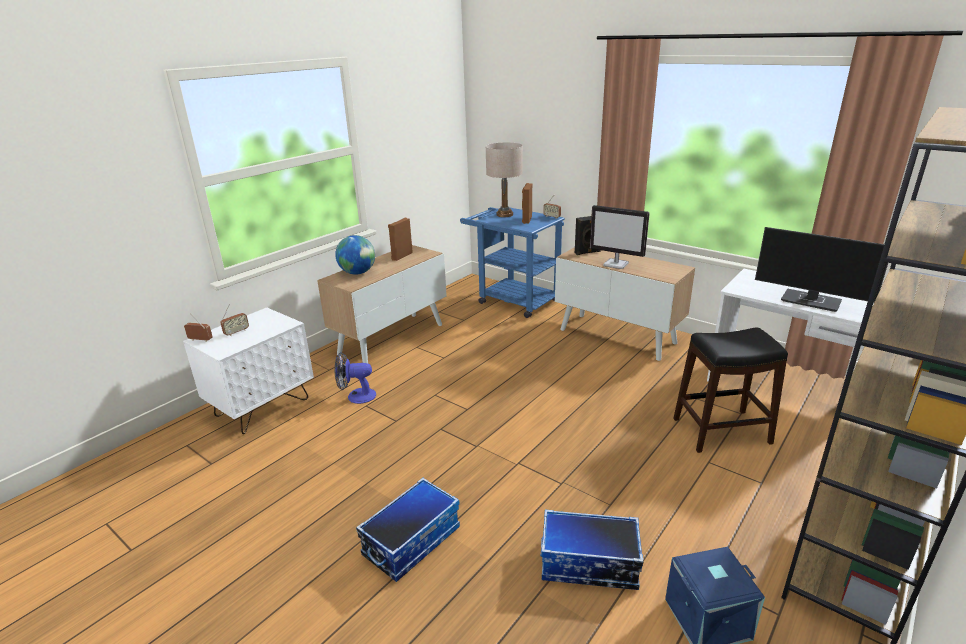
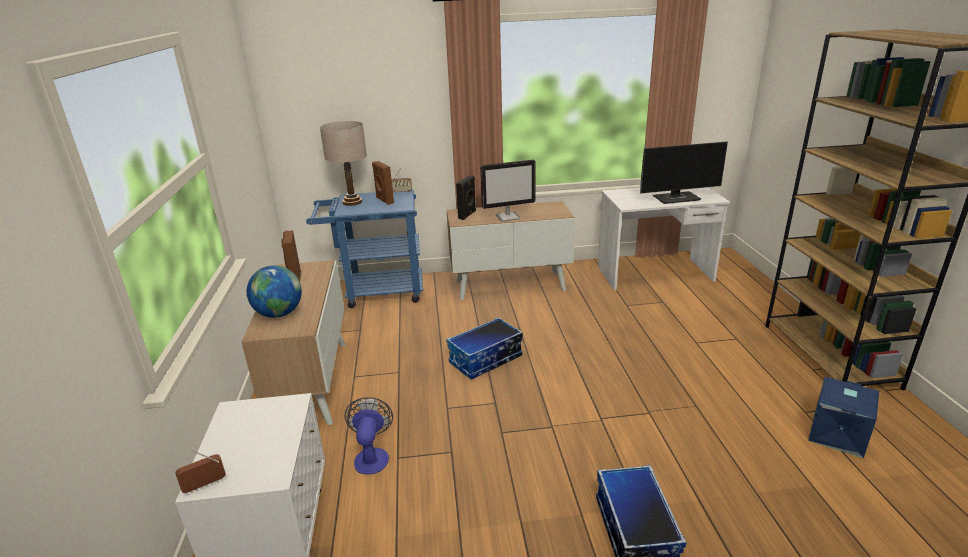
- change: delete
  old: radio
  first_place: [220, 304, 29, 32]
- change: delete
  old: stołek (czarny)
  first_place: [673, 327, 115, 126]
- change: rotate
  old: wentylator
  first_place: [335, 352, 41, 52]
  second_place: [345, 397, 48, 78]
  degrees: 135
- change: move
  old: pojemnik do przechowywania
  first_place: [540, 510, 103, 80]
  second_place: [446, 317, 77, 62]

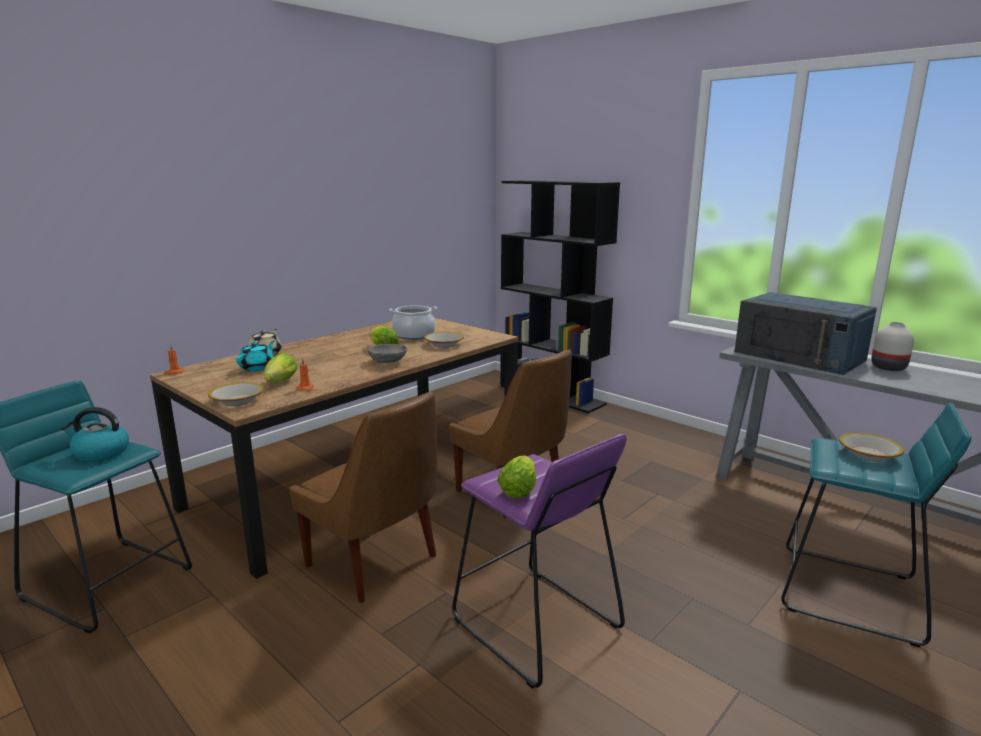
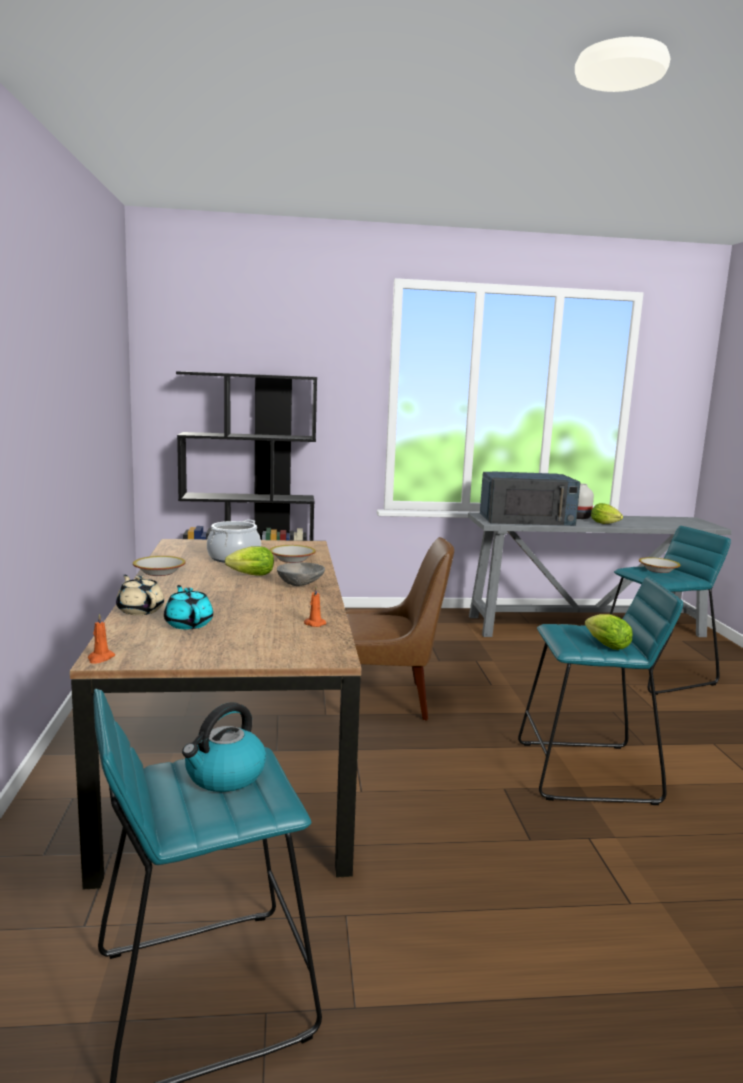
- change: move
  old: sałata
  first_place: [264, 353, 33, 30]
  second_place: [591, 503, 32, 21]
- change: move
  old: miska
  first_place: [208, 382, 56, 24]
  second_place: [133, 556, 53, 20]
- change: delete
  old: krzesło (brązowy)
  first_place: [289, 391, 148, 212]
- change: recolor
  old: stołek (fioletowy)
  new: stołek (turkusowy)
  first_place: [452, 434, 175, 255]
  second_place: [518, 576, 165, 229]

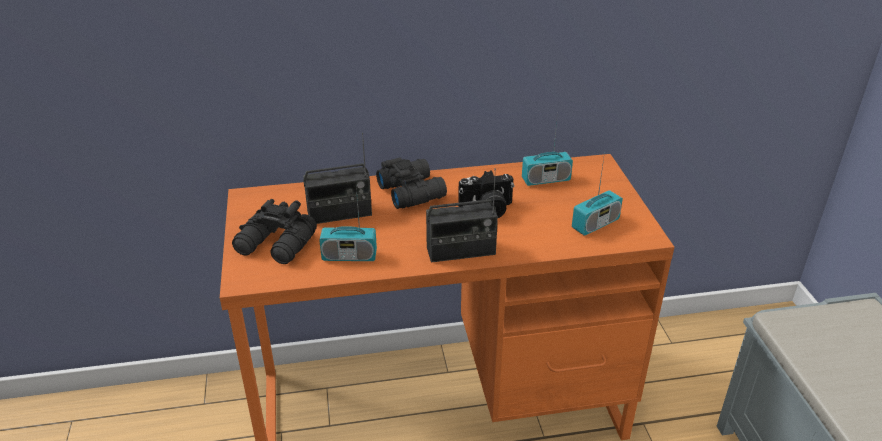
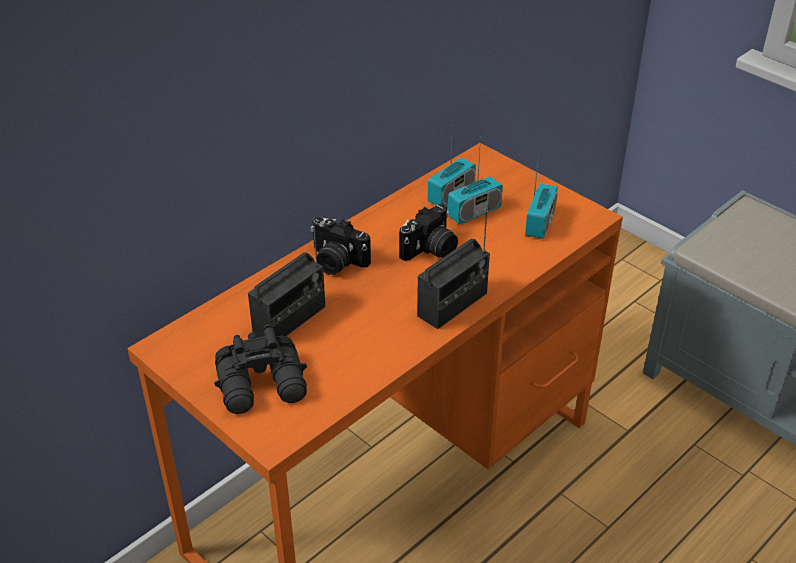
- change: replace
  old: lornetka (czarny)
  new: aparat fotograficzny
  first_place: [376, 158, 71, 51]
  second_place: [311, 217, 60, 58]
- change: move
  old: radio
  first_place: [319, 187, 58, 74]
  second_place: [448, 136, 55, 88]

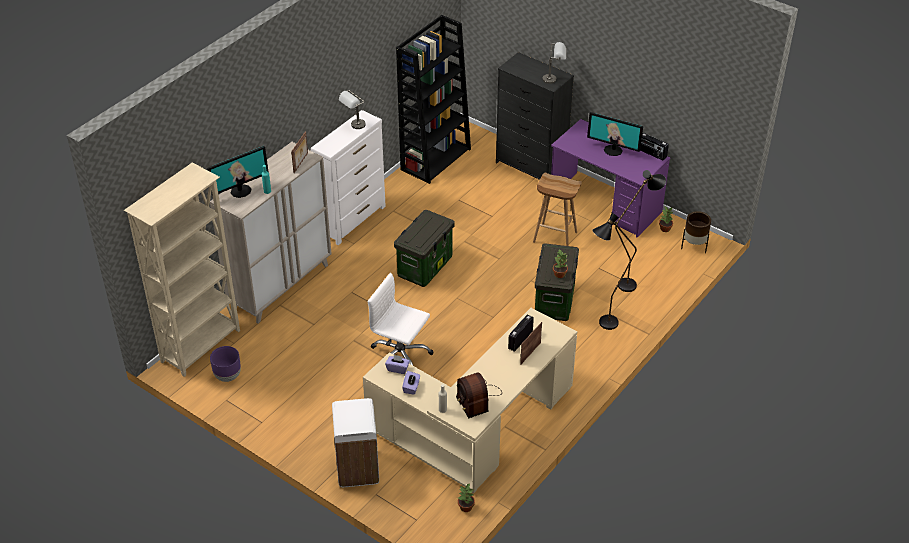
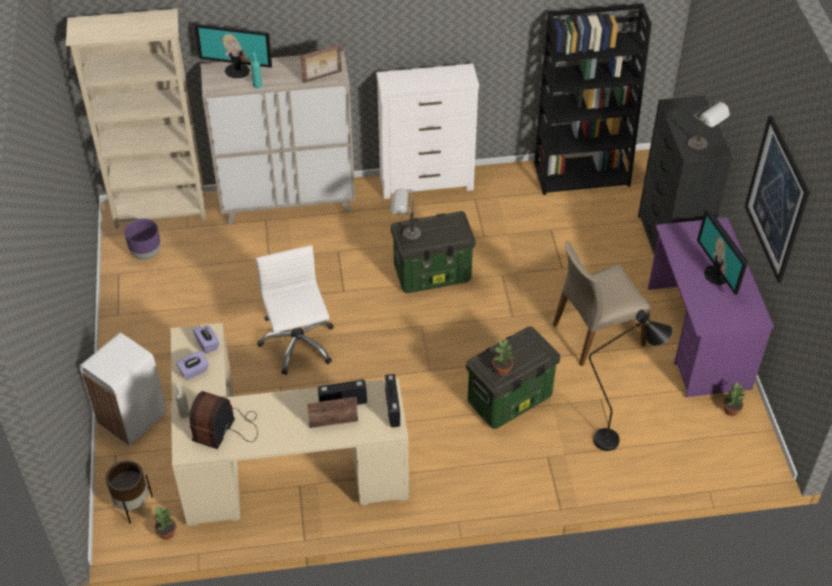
- change: move
  old: lampa stołowa (szary)
  first_place: [339, 90, 27, 39]
  second_place: [391, 188, 30, 54]
- change: move
  old: radio
  first_place: [640, 133, 29, 27]
  second_place: [385, 374, 15, 53]
- change: replace
  old: stołek (brązowy)
  new: krzesło (beżowy)
  first_place: [533, 173, 49, 73]
  second_place: [553, 241, 98, 125]
- change: move
  old: donica (brązowy)
  first_place: [681, 211, 30, 42]
  second_place: [106, 460, 47, 64]
- change: delete
  old: lampa stojąca (czarny)
  first_place: [593, 213, 44, 117]
- change: insert
  new: obraz
  second_place: [745, 115, 65, 168]

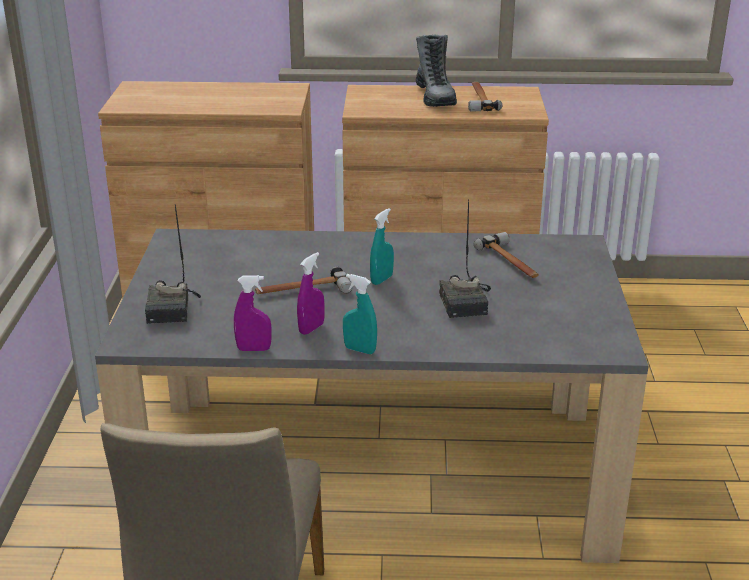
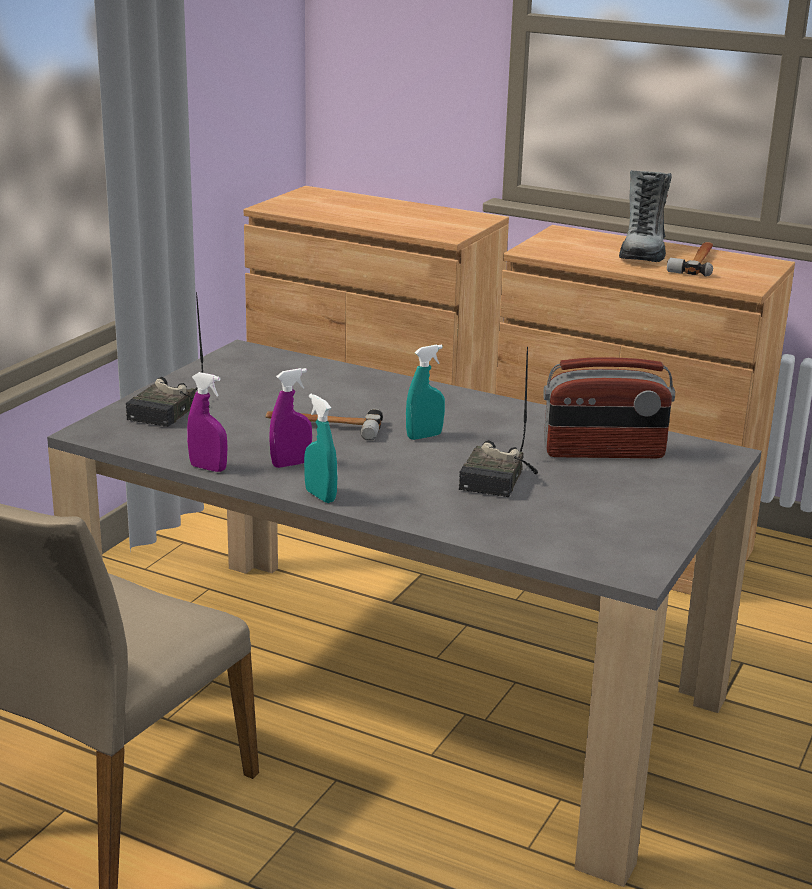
- change: replace
  old: młotek
  new: radio
  first_place: [474, 232, 65, 46]
  second_place: [543, 357, 132, 101]

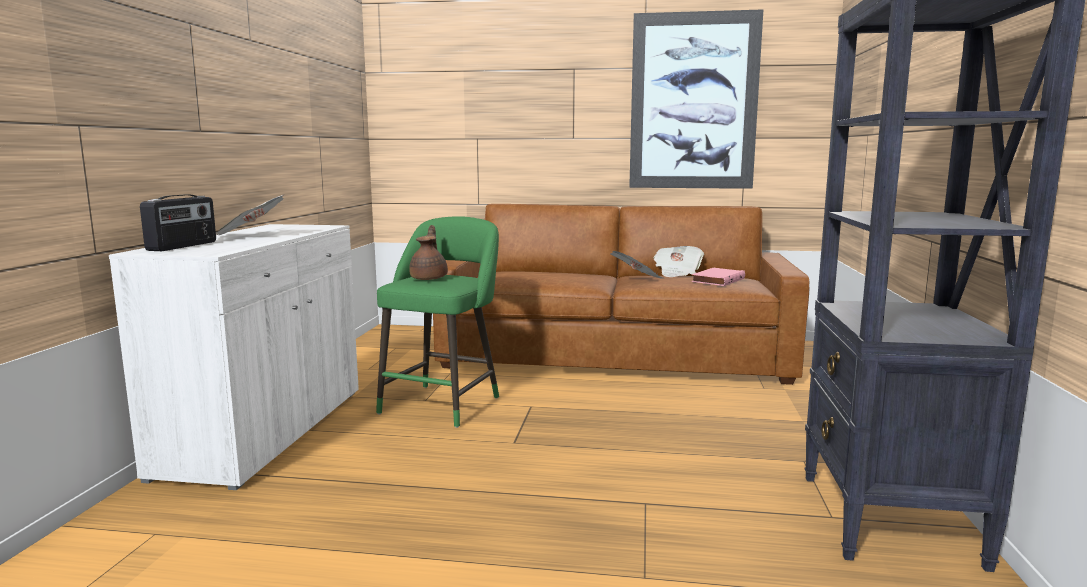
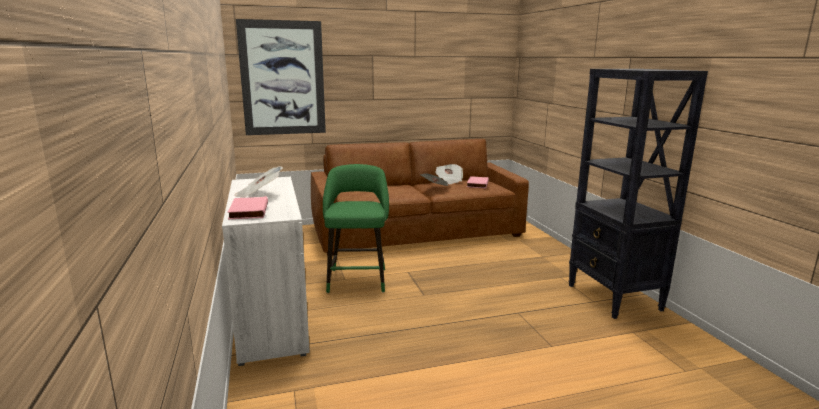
- change: move
  old: obraz
  first_place: [629, 9, 135, 180]
  second_place: [236, 19, 90, 116]
- change: replace
  old: radio
  new: książka (różowy)
  first_place: [140, 195, 76, 56]
  second_place: [228, 196, 40, 23]
- change: delete
  old: imbryk (brązowy)
  first_place: [409, 225, 39, 55]

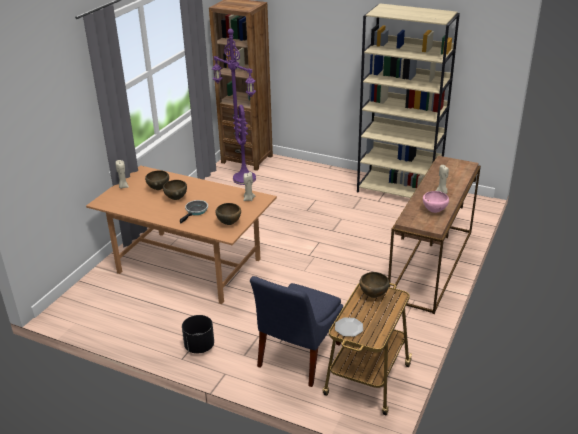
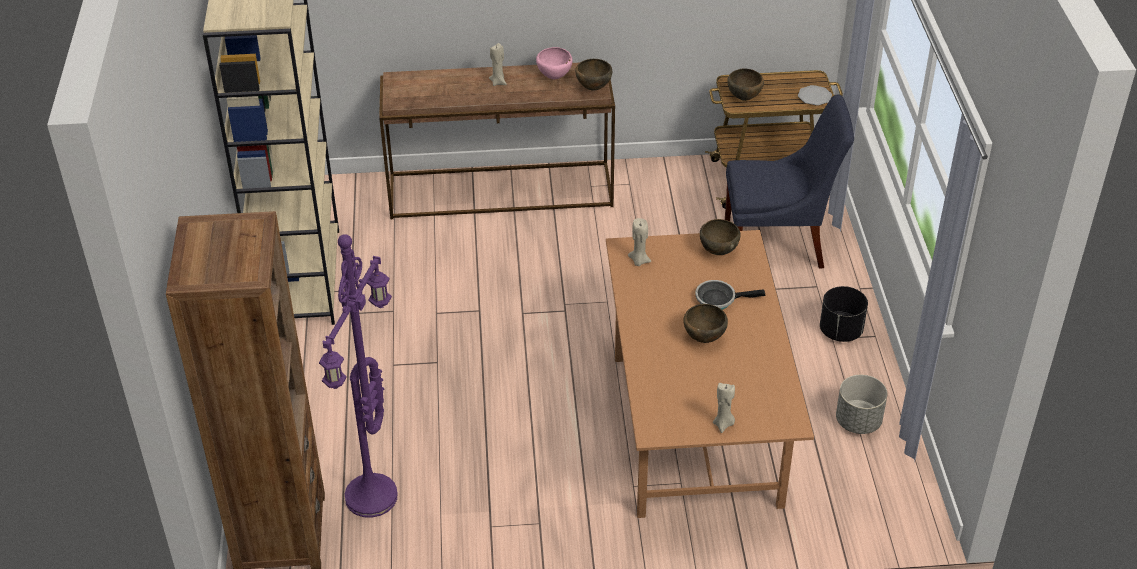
- change: move
  old: miska (brązowy)
  first_place: [145, 170, 24, 20]
  second_place: [575, 59, 37, 32]
- change: insert
  new: donica (szary)
  second_place: [836, 375, 51, 59]

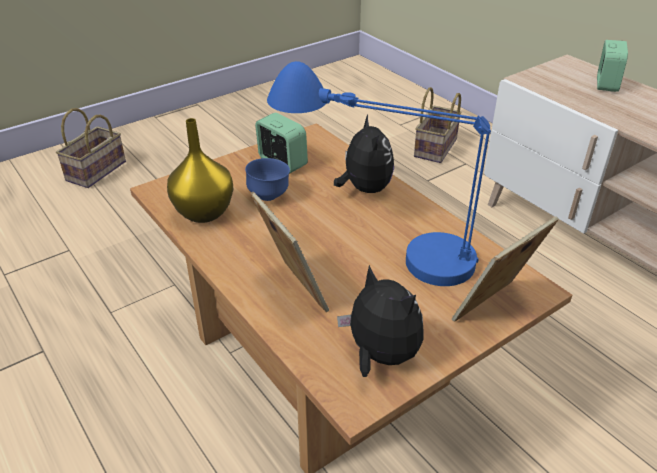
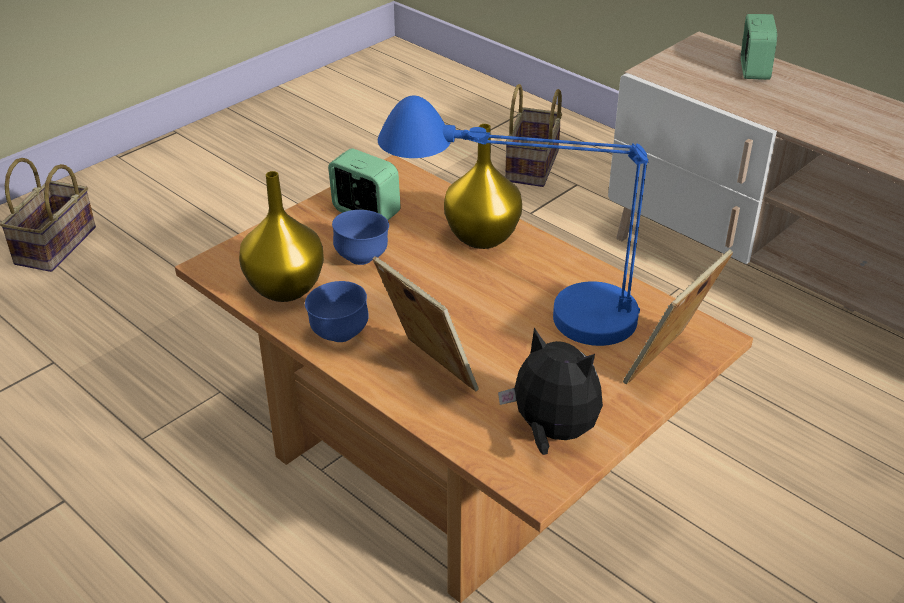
- change: replace
  old: pluszak
  new: wazon (żółty)
  first_place: [334, 115, 60, 78]
  second_place: [444, 124, 78, 125]
- change: insert
  new: miska (niebieski)
  second_place: [305, 281, 64, 61]

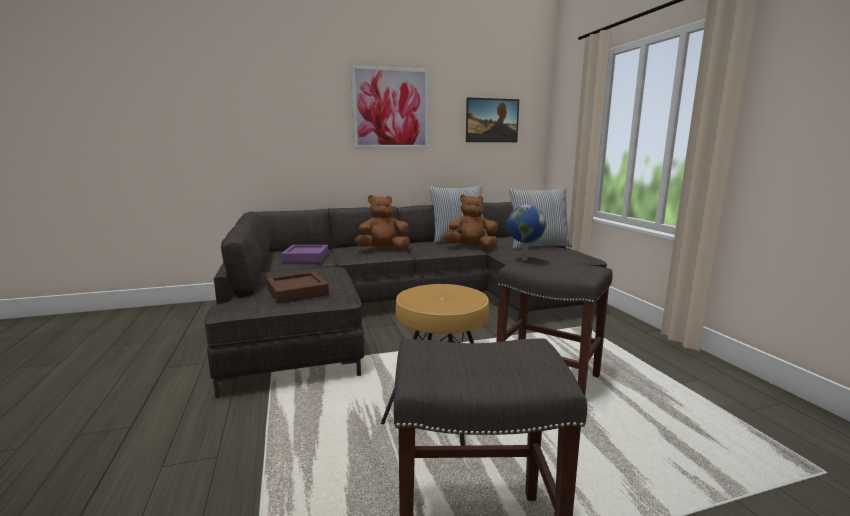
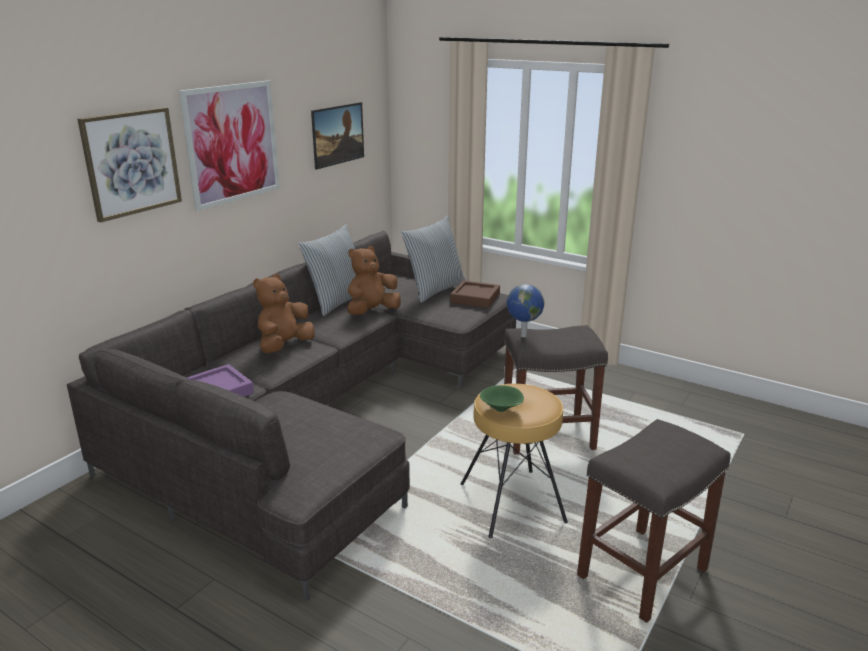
- change: move
  old: taca (brązowy)
  first_place: [266, 272, 63, 31]
  second_place: [450, 280, 50, 28]
- change: insert
  new: obraz
  second_place: [77, 107, 105, 115]
- change: insert
  new: miska (zielony)
  second_place: [480, 385, 44, 27]

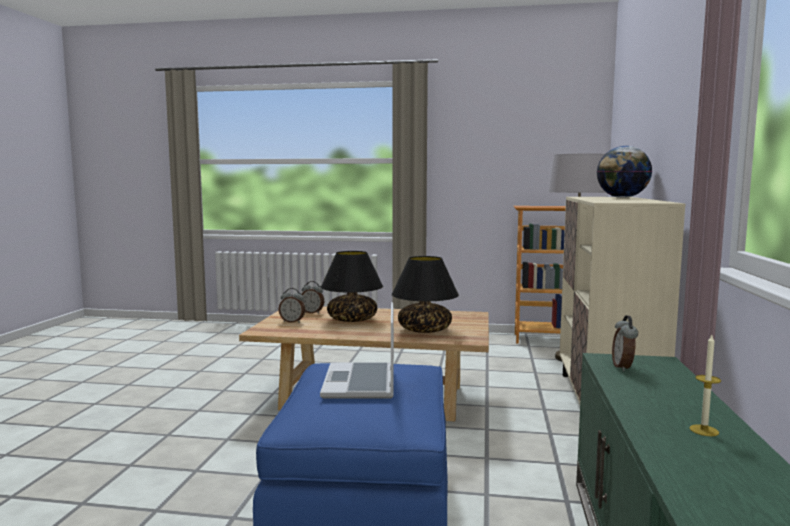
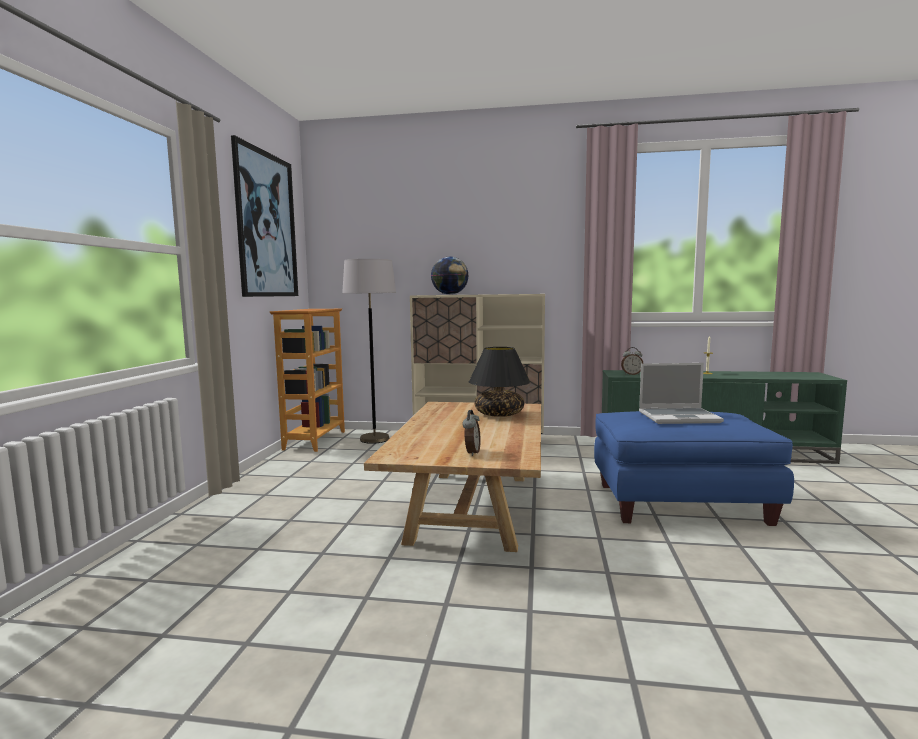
- change: delete
  old: lampa stołowa (czarny)
  first_place: [321, 251, 62, 71]
- change: delete
  old: budzik
  first_place: [302, 281, 22, 33]
- change: insert
  new: obraz
  second_place: [231, 135, 67, 162]

